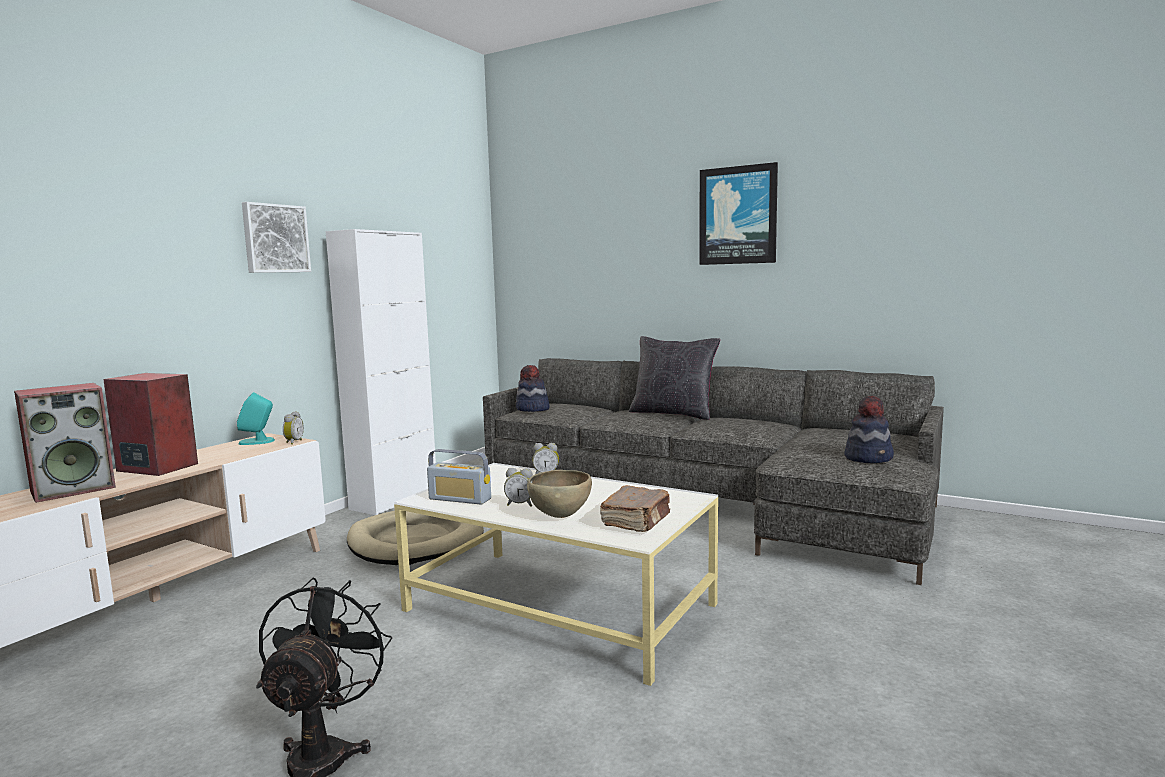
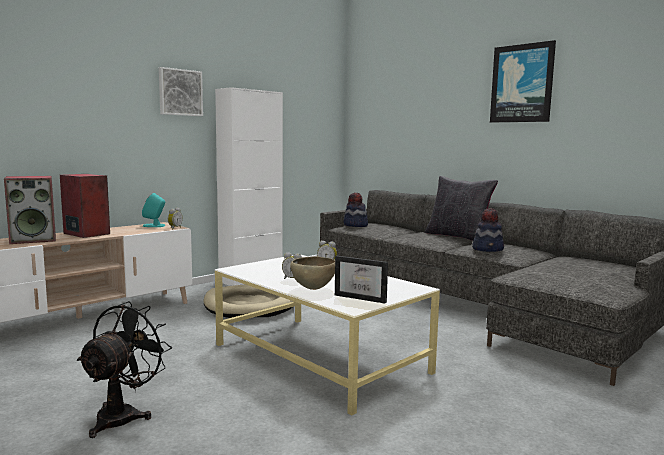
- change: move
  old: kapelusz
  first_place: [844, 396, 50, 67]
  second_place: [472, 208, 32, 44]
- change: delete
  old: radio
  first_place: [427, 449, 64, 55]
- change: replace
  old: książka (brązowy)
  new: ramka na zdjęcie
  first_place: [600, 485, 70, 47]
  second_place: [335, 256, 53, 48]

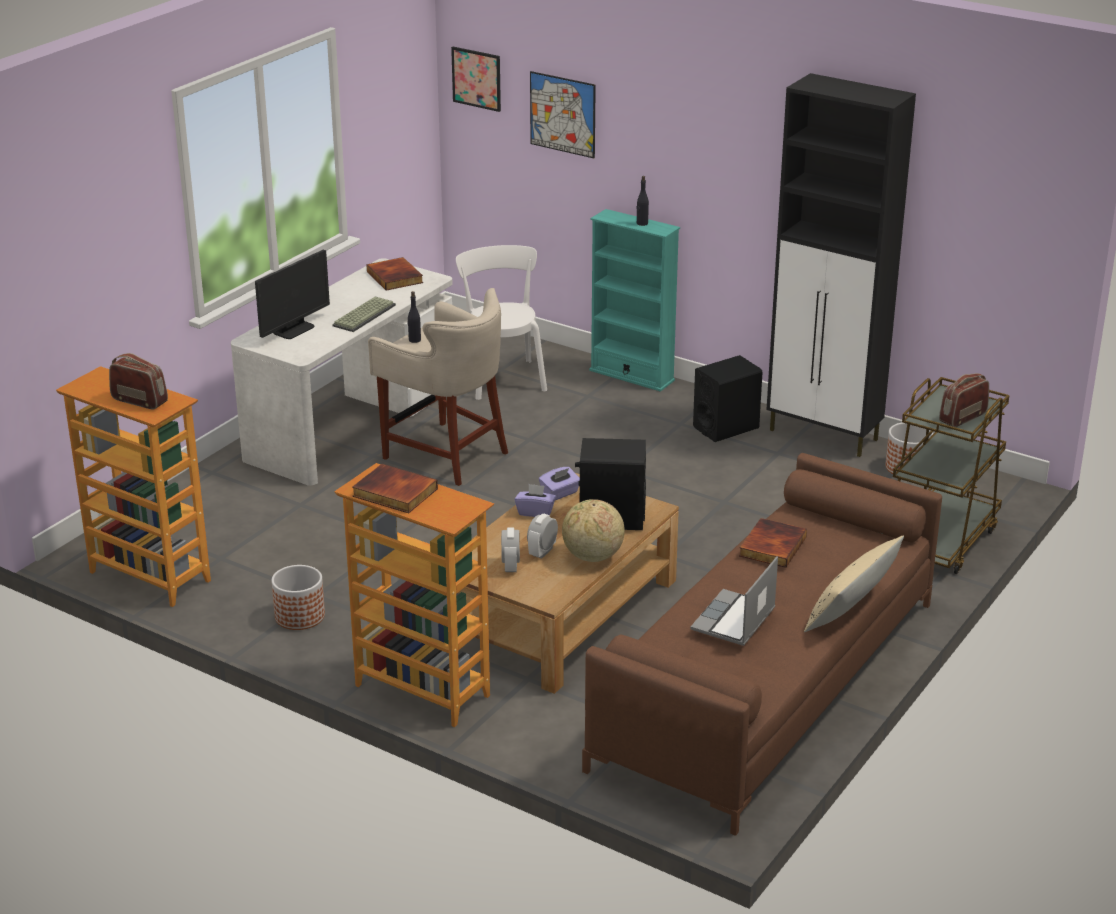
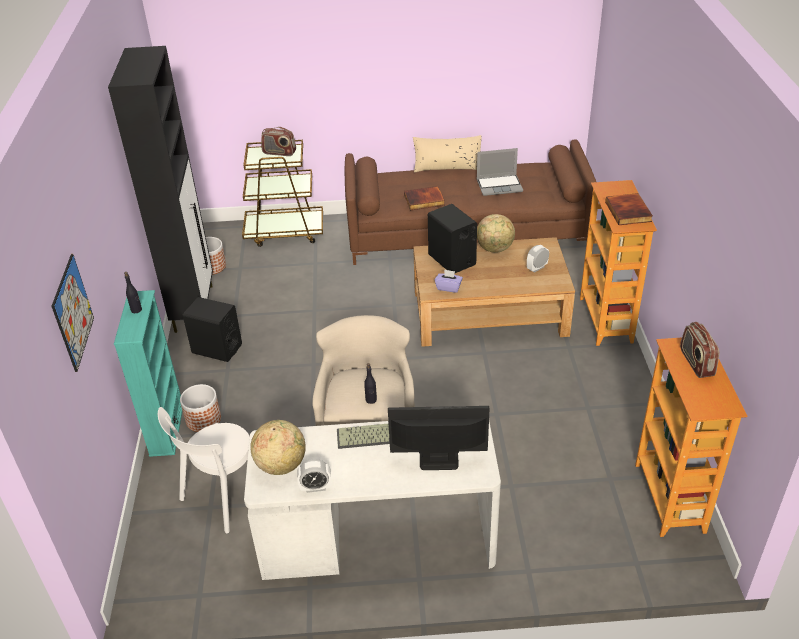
- change: delete
  old: obraz
  first_place: [451, 47, 50, 65]
- change: replace
  old: książka
  new: globus
  first_place: [367, 257, 56, 33]
  second_place: [250, 420, 56, 55]
- change: delete
  old: pudełko chusteczek (fioletowy)
  first_place: [515, 484, 41, 33]
- change: move
  old: budzik
  first_place: [527, 514, 31, 45]
  second_place: [297, 459, 34, 34]
- change: move
  old: donica
  first_place: [271, 565, 54, 65]
  second_place: [180, 384, 41, 48]

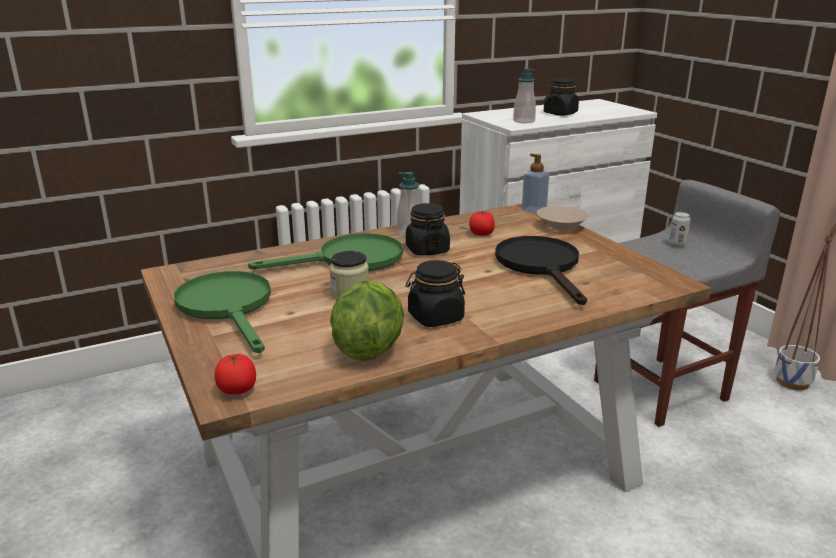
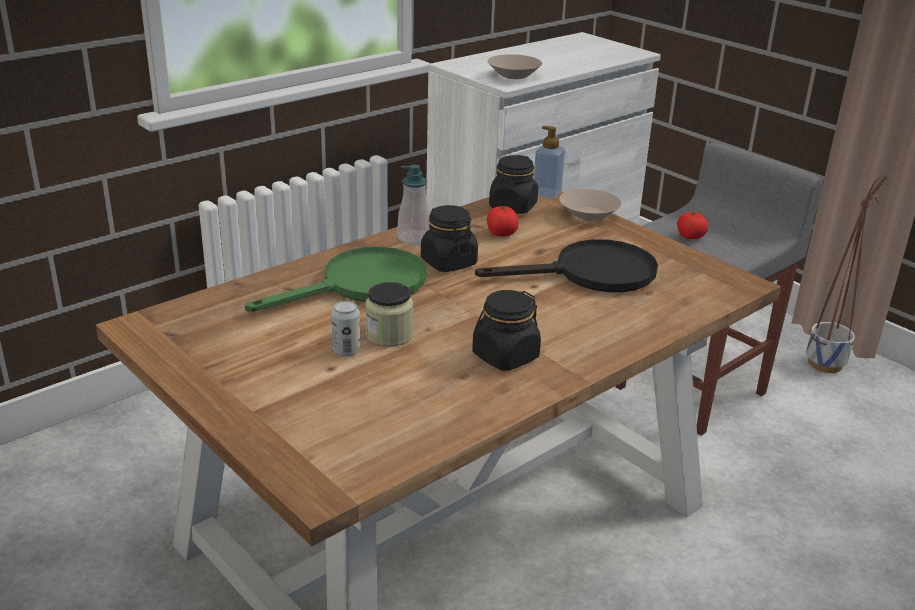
- change: replace
  old: dozownik mydła
  new: miska (beżowy)
  first_place: [513, 68, 23, 55]
  second_place: [488, 54, 54, 25]
- change: move
  old: słoik (czarny)
  first_place: [544, 78, 35, 38]
  second_place: [489, 155, 49, 59]
- change: move
  old: puszka
  first_place: [669, 212, 22, 34]
  second_place: [331, 301, 30, 56]
- change: rotate
  old: patelnia (czarny)
  first_place: [495, 236, 92, 69]
  second_place: [475, 239, 183, 53]
  degrees: 105
- change: delete
  old: patelnia (zielony)
  first_place: [174, 271, 97, 82]
- change: delete
  old: sałata
  first_place: [330, 280, 74, 81]
- change: move
  old: pomidor
  first_place: [215, 353, 41, 41]
  second_place: [677, 211, 31, 28]

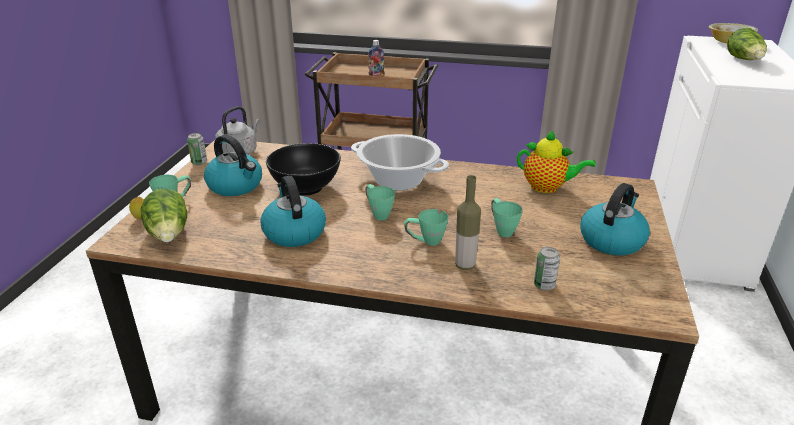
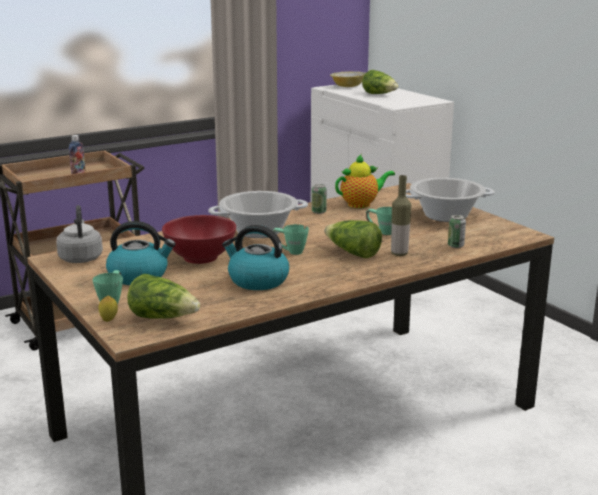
- change: move
  old: puszka
  first_place: [187, 133, 20, 32]
  second_place: [312, 184, 15, 30]
- change: recolor
  old: miska (czarny)
  new: miska (czerwony)
  first_place: [266, 143, 75, 53]
  second_place: [162, 215, 74, 49]
- change: replace
  old: czajnik
  new: garnek
  first_place: [580, 183, 70, 72]
  second_place: [406, 178, 89, 44]
- change: replace
  old: kubek (zielony)
  new: sałata
  first_place: [404, 209, 44, 37]
  second_place: [324, 220, 58, 38]

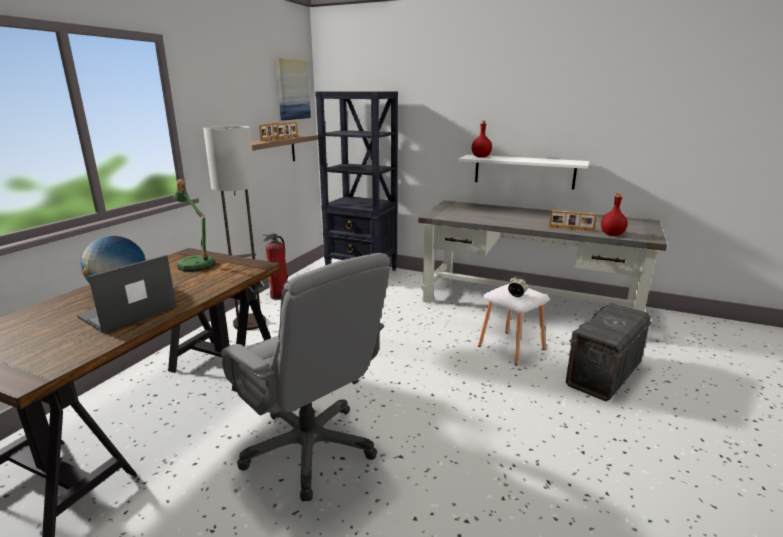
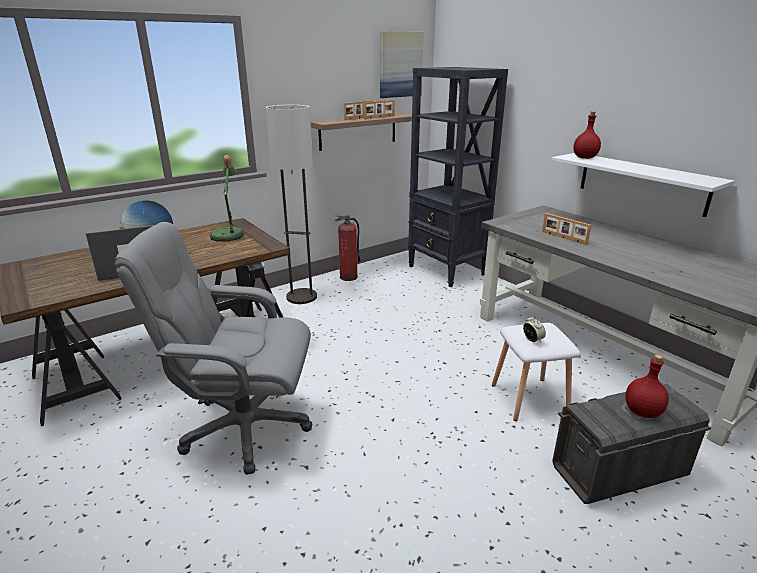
- change: move
  old: butelka (czerwony)
  first_place: [601, 193, 27, 43]
  second_place: [625, 355, 44, 63]
- change: move
  old: ramka na zdjęcie
  first_place: [549, 210, 48, 21]
  second_place: [542, 213, 49, 32]
- change: rotate
  old: krzesło biurowe (szary)
  first_place: [221, 253, 169, 249]
  second_place: [114, 222, 198, 253]
  degrees: 105

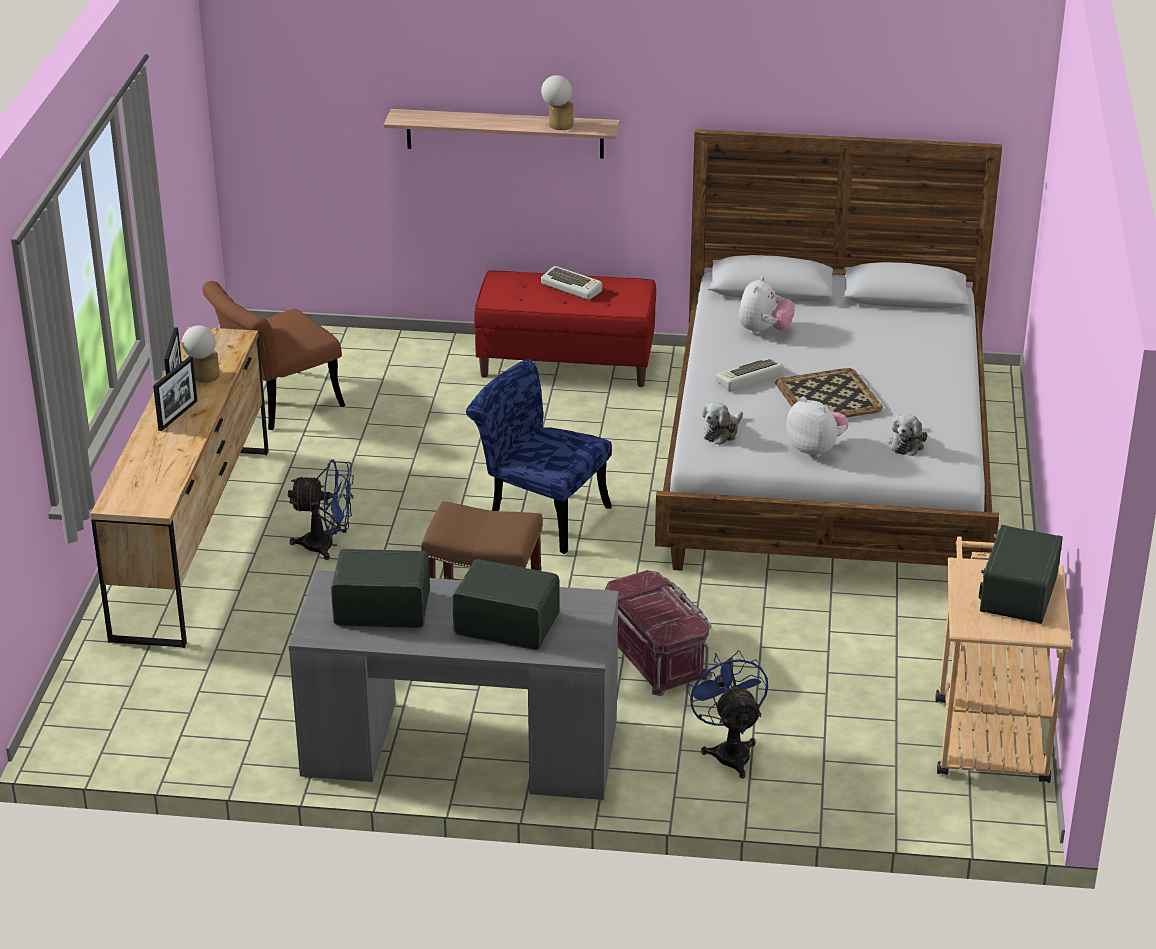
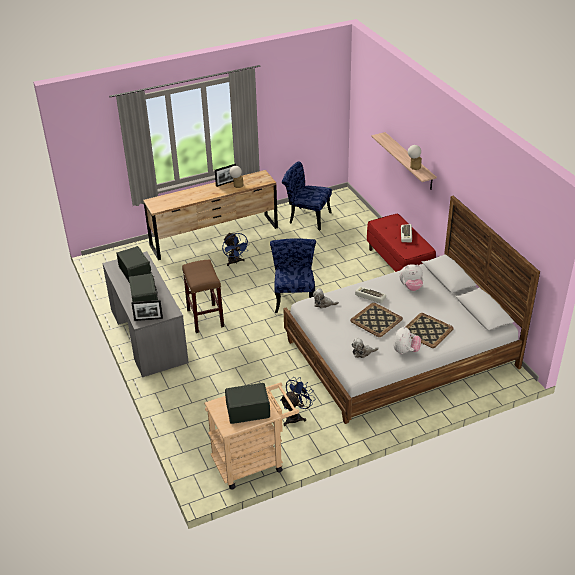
- change: recolor
  old: krzesło (brązowy)
  new: krzesło (niebieski)
  first_place: [202, 281, 143, 149]
  second_place: [282, 161, 50, 70]
- change: move
  old: ramka na zdjęcie
  first_place: [153, 356, 44, 75]
  second_place: [131, 300, 32, 21]
- change: move
  old: pluszak
  first_place: [786, 397, 63, 61]
  second_place: [393, 326, 28, 28]
- change: delete
  old: pojemnik do przechowywania (czerwony)
  first_place: [605, 570, 107, 126]
- change: move
  old: wentylator (niebieski)
  first_place: [686, 650, 82, 128]
  second_place: [280, 377, 36, 49]
- change: insert
  new: taca
  second_place: [406, 313, 48, 35]

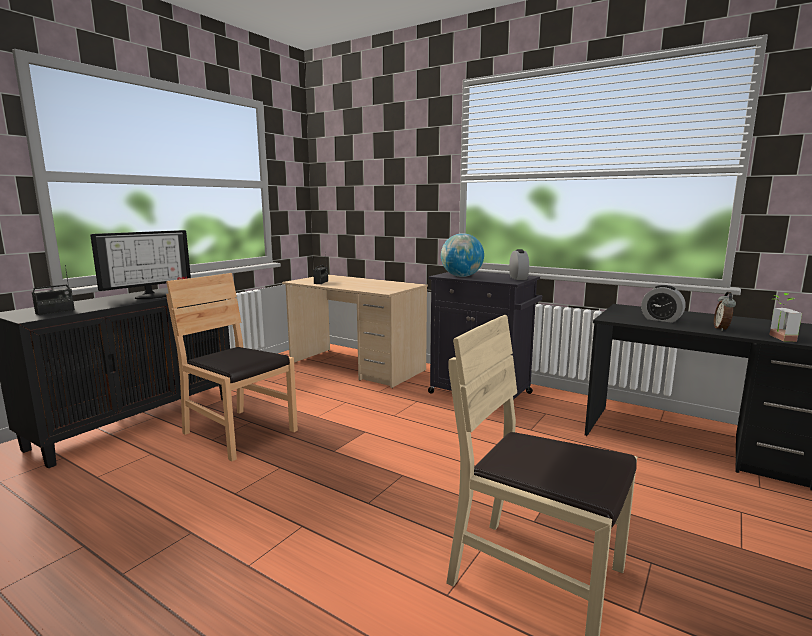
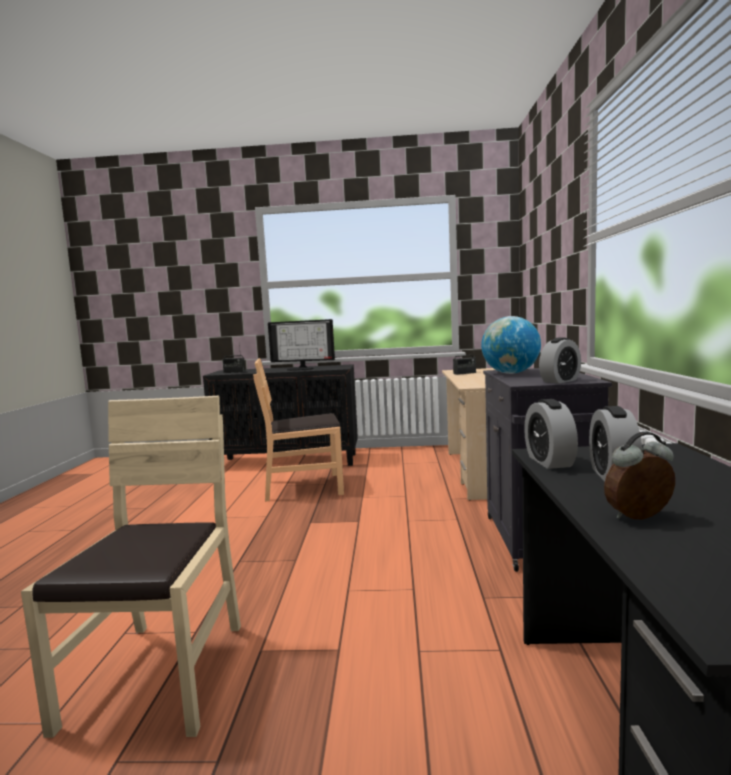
- change: rotate
  old: krzesło (brązowy)
  first_place: [166, 273, 132, 188]
  second_place: [253, 358, 91, 144]
  degrees: -105
- change: delete
  old: roślina doniczkowa
  first_place: [769, 293, 33, 49]
- change: insert
  new: budzik
  second_place: [524, 399, 54, 70]

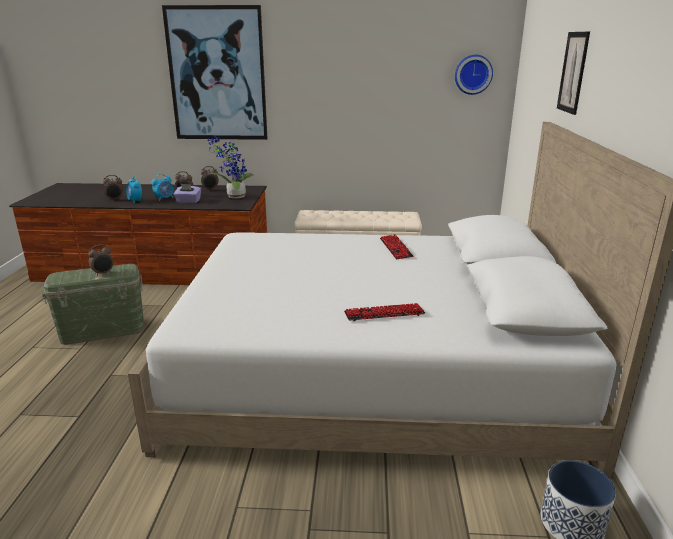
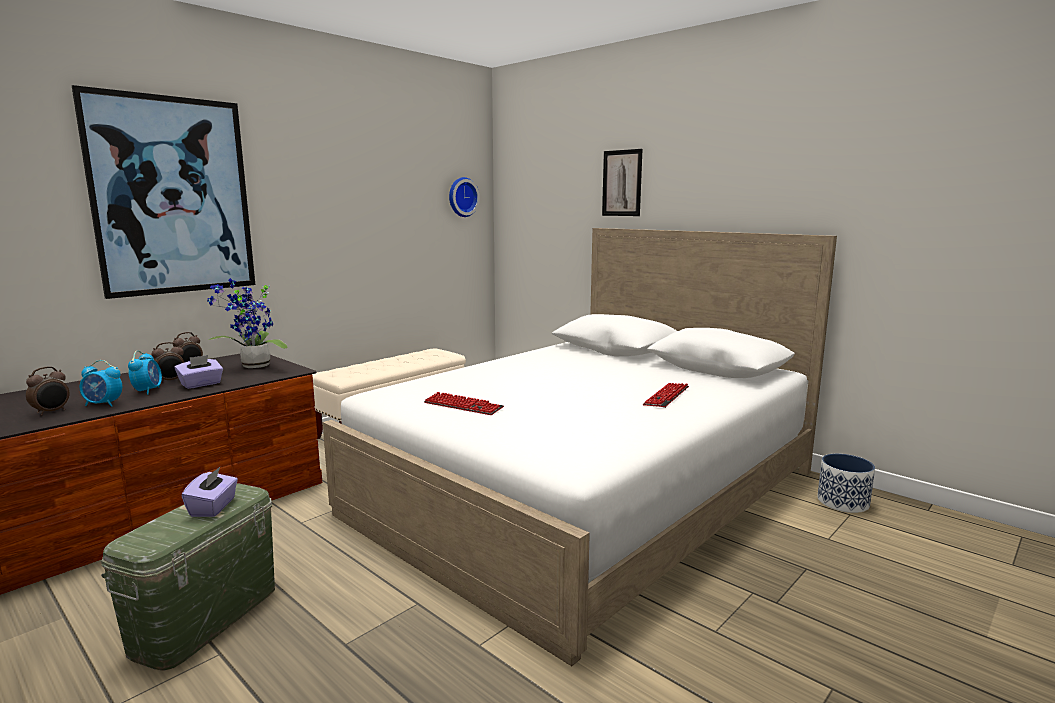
- change: move
  old: klawiatura
  first_place: [380, 234, 34, 25]
  second_place: [424, 392, 80, 23]
- change: replace
  old: budzik
  new: pudełko chusteczek (fioletowy)
  first_place: [88, 244, 25, 32]
  second_place: [182, 467, 56, 50]

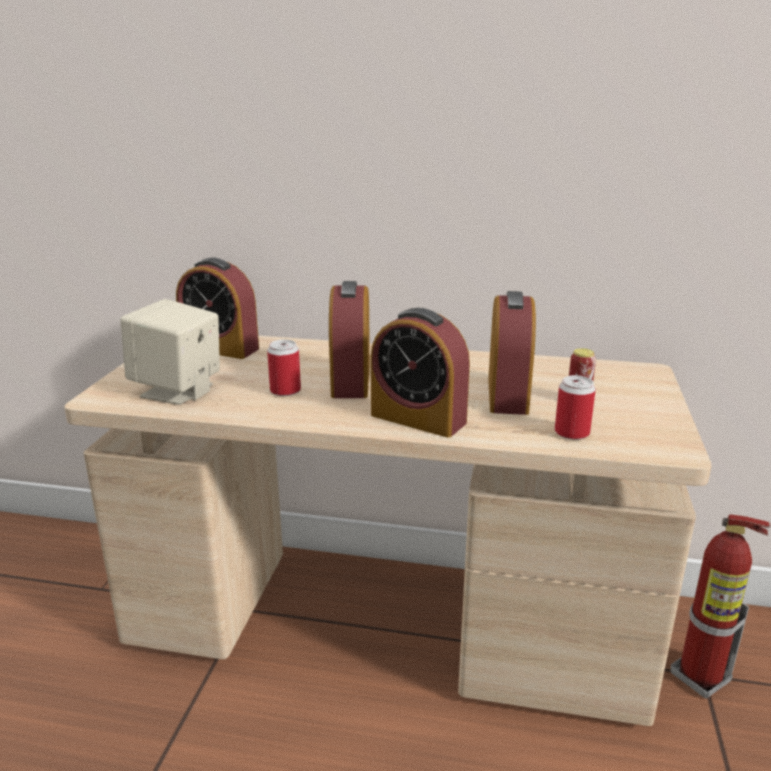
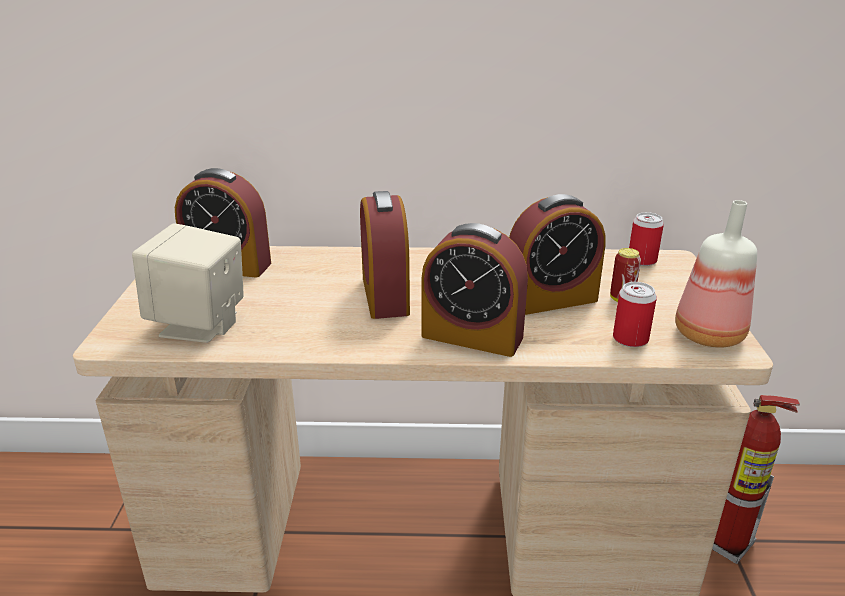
- change: rotate
  old: budzik
  first_place: [488, 291, 48, 124]
  second_place: [509, 194, 97, 121]
  degrees: 75
- change: move
  old: puszka
  first_place: [267, 339, 34, 57]
  second_place: [629, 212, 35, 54]
- change: insert
  new: butelka
  second_place: [675, 200, 82, 148]

